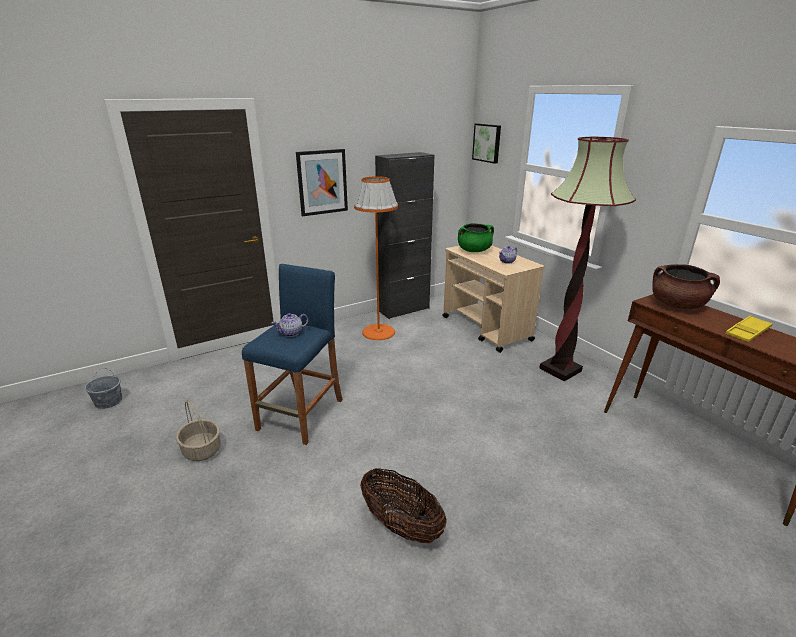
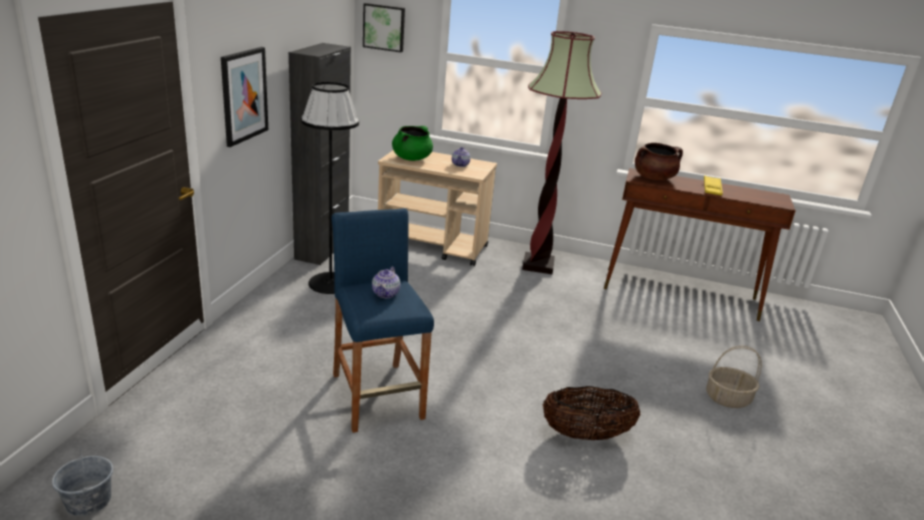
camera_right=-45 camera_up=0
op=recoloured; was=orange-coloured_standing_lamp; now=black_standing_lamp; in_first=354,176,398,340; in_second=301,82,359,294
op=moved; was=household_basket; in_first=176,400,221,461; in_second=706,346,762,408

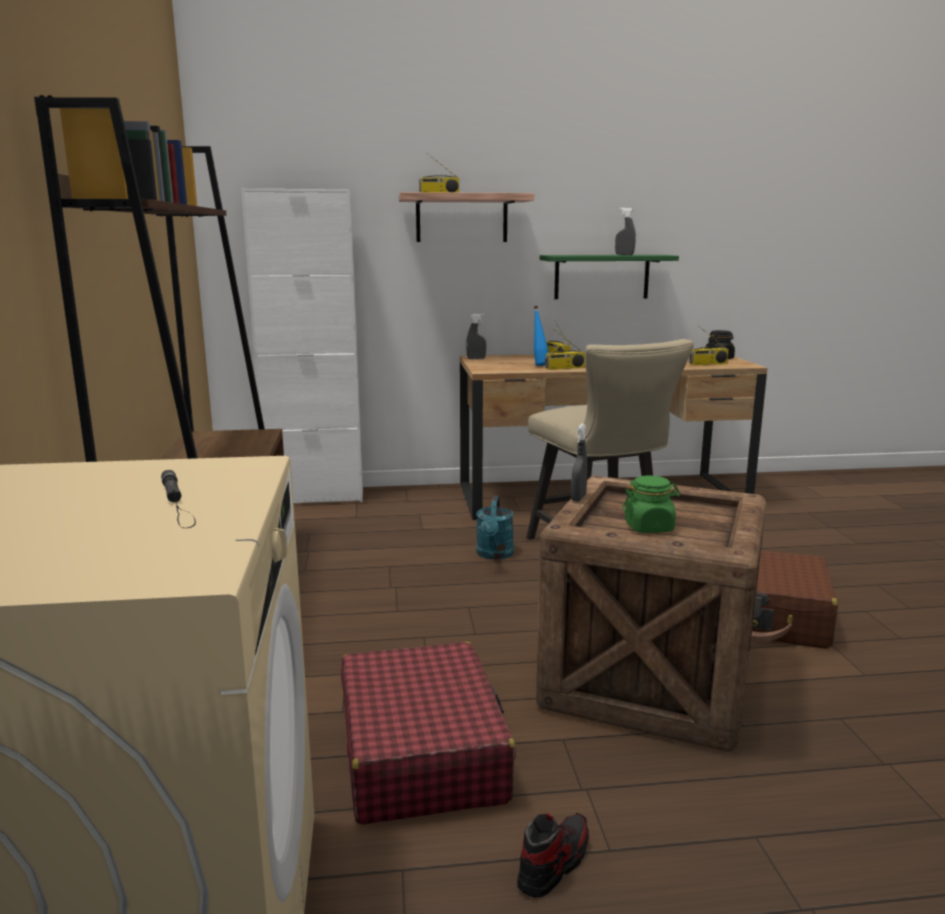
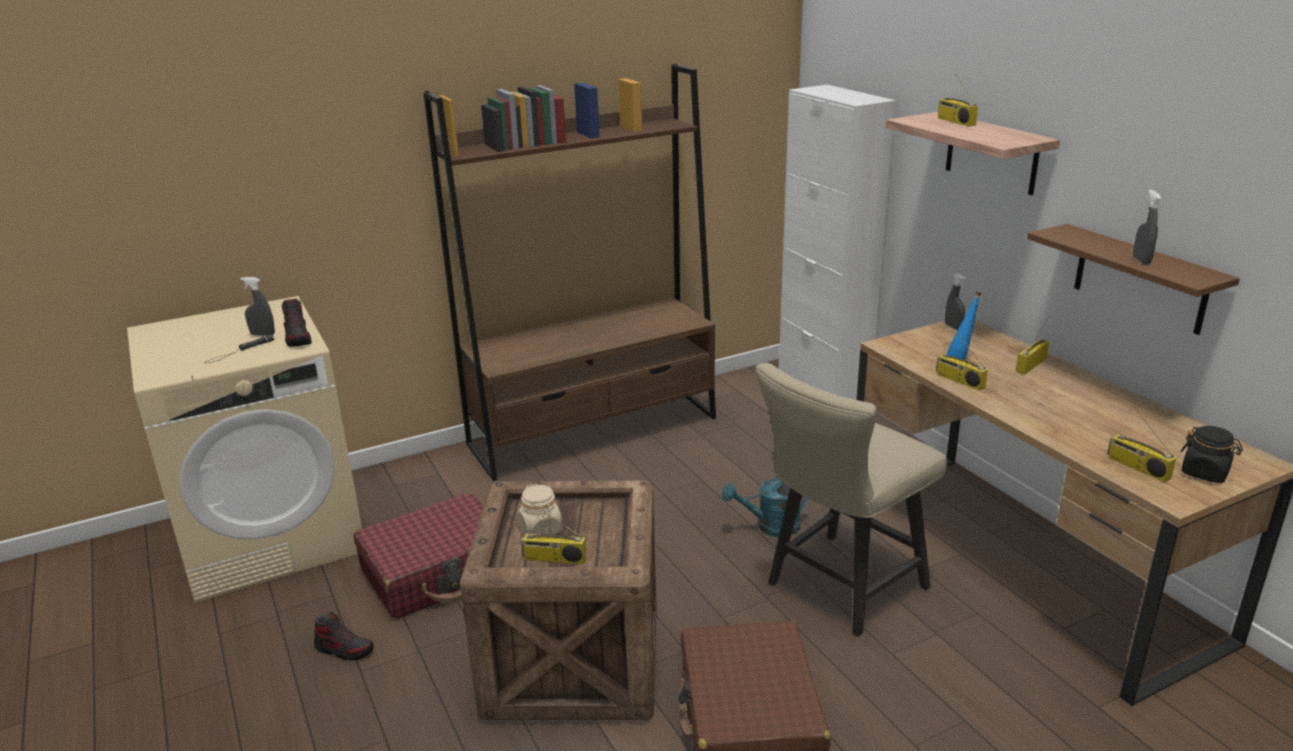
camera_right=70 camera_up=10
op=moved; was=greyish_hand_sprayer; in_first=571,424,588,502; in_second=240,277,275,336
op=added; now=item_of_footwear; in_second=282,299,312,347
op=recoloured; was=greenish_jar; now=beige-coloured_jar; in_first=623,476,681,533; in_second=518,484,563,535
op=added; now=radio_set; in_second=521,504,586,564
op=recoloured; was=greenish_shelf; now=brown_shelf; in_first=540,255,679,299; in_second=1027,224,1240,335

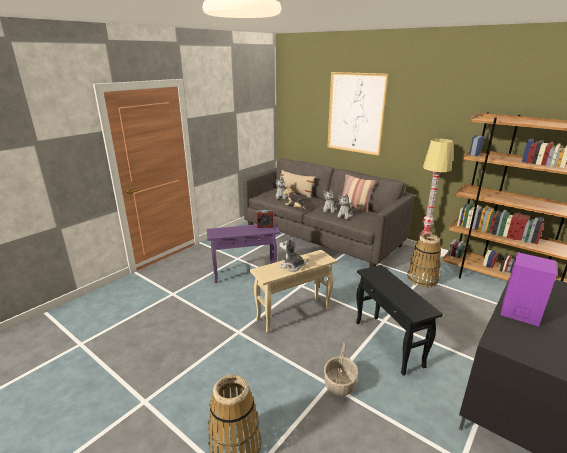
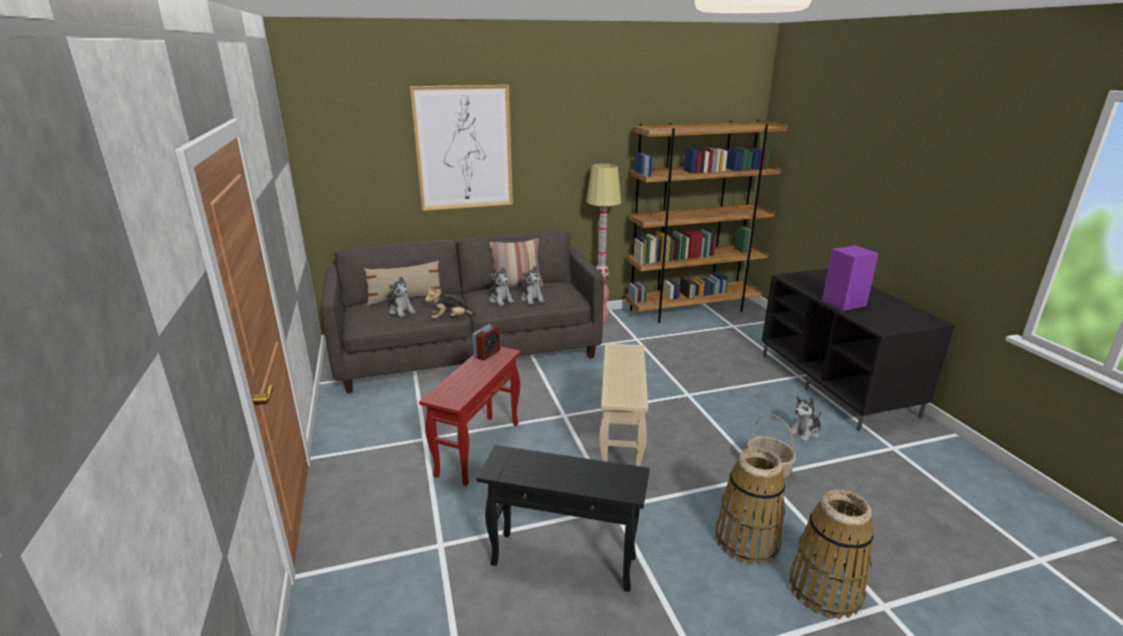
camera_right=-55 camera_up=0
op=recoloured; was=purplish_side_table; now=red-coloured_side_table; in_first=206,223,280,283; in_second=419,347,521,486
op=moved; was=black_side_table; in_first=356,265,443,376; in_second=477,445,650,592
op=moved; was=household_basket; in_first=407,233,441,288; in_second=715,447,785,565
op=moved; was=plush_toy; in_first=280,237,309,271; in_second=788,396,821,441

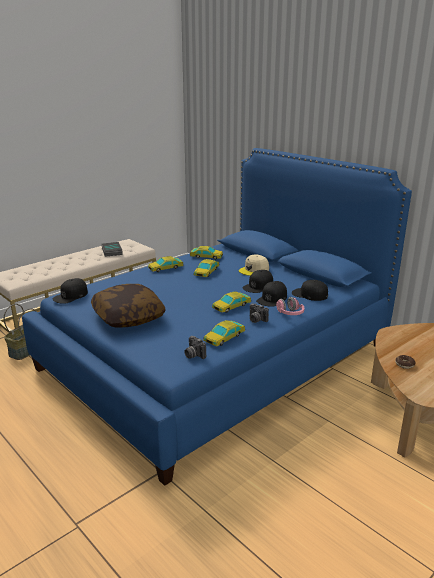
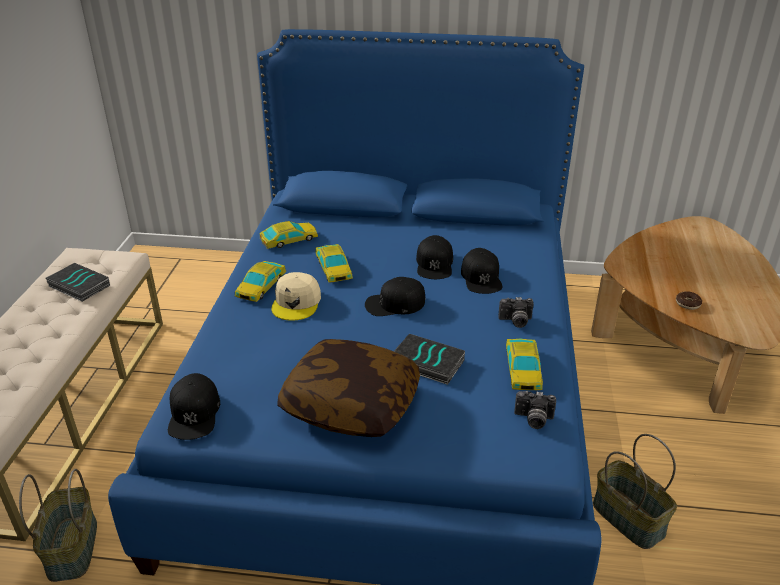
camera_right=-40 camera_up=10
op=moved; was=beige-coloured_cap; in_first=239,255,269,276; in_second=271,272,321,321
op=moved; was=black_cap; in_first=292,280,328,301; in_second=365,277,425,316
op=added; now=bound_book; in_second=394,334,465,385
op=added; now=household_basket; in_second=593,434,677,549
op=removed; was=model_car; in_first=212,291,251,313
op=removed; was=pinkish_headphones; in_first=276,297,304,315

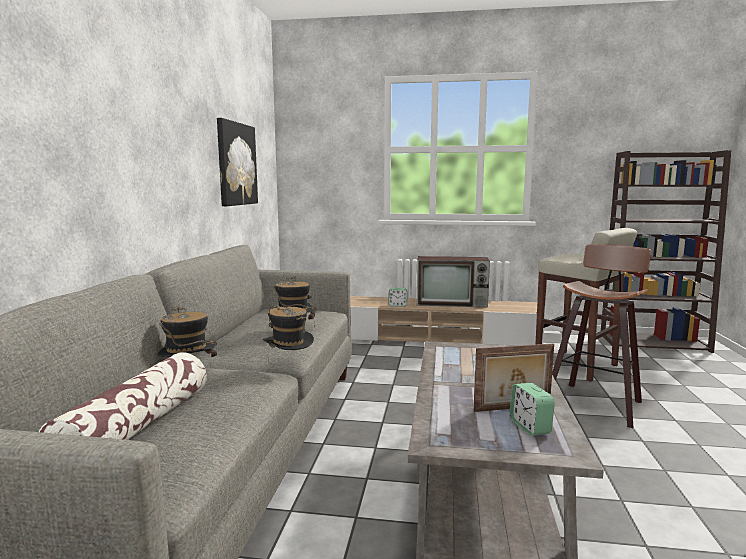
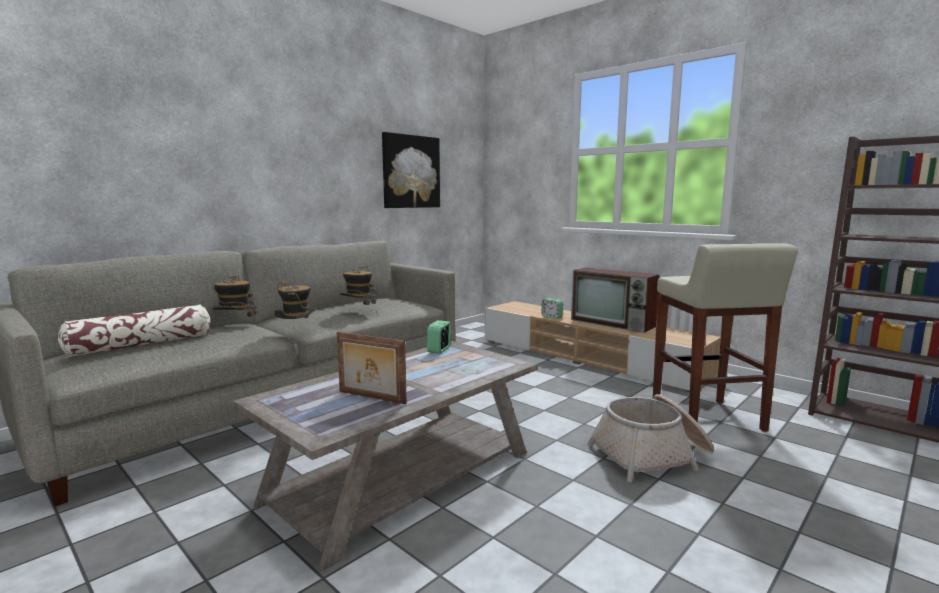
camera_right=35 camera_up=0
op=moved; was=alarm_clock; in_first=510,383,555,436; in_second=427,320,451,354
op=replaced; was=stool; now=household_basket; in_first=552,244,651,428; in_second=587,394,714,482

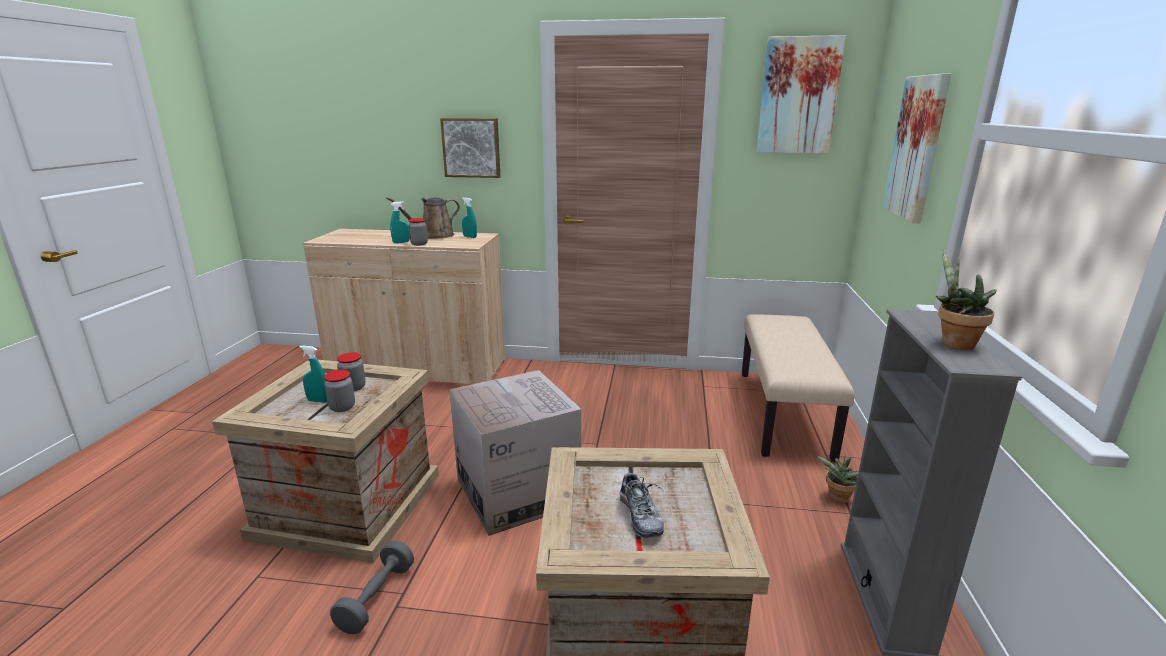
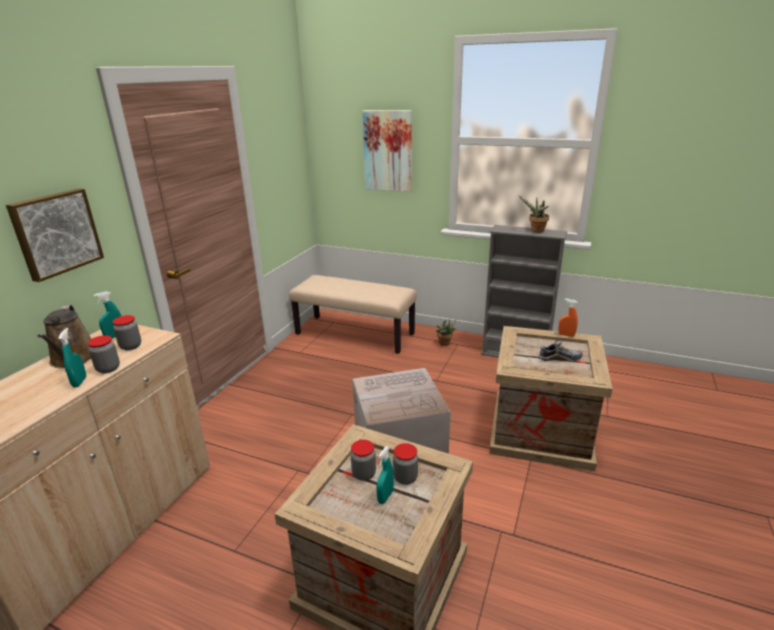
camera_right=-75 camera_up=5
op=added; now=jar; in_second=112,315,141,350
op=added; now=orange-coloured_hand_sprayer; in_second=558,299,578,337
op=removed; was=greyish_hand_weight; in_first=330,541,414,634
op=removed; was=wall_picture; in_first=756,35,846,154

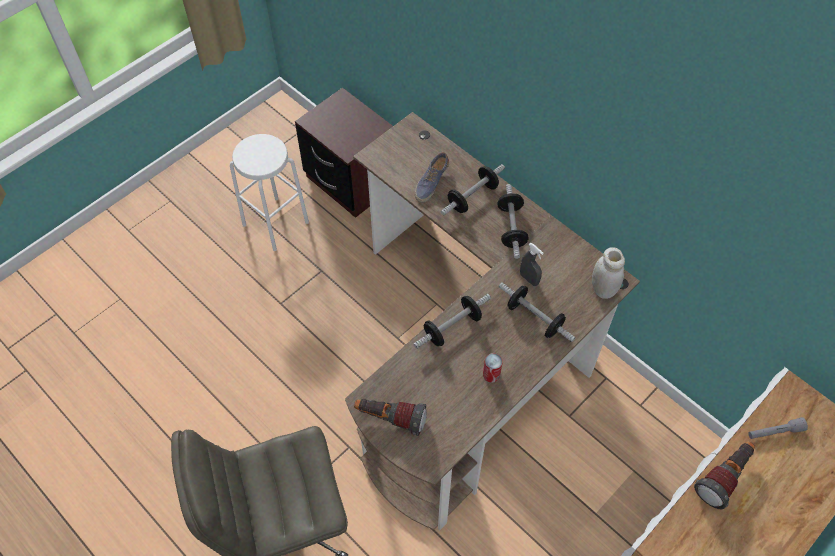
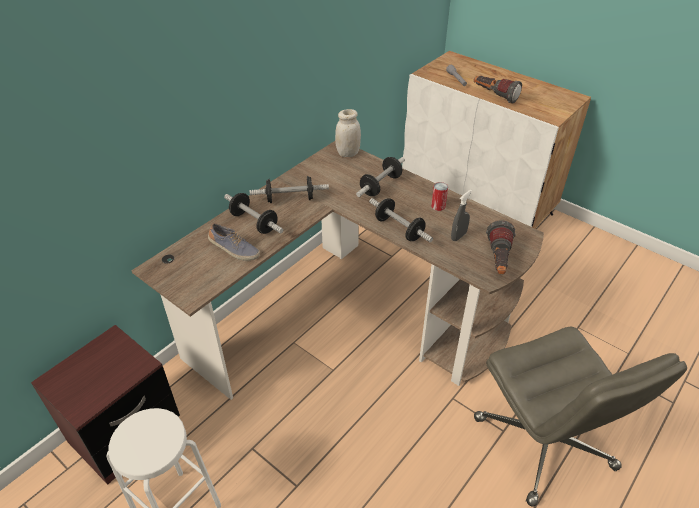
camera_right=-95 camera_up=-15
op=moved; was=greyish_hand_sprayer; in_first=520,243,544,286; in_second=451,190,472,241

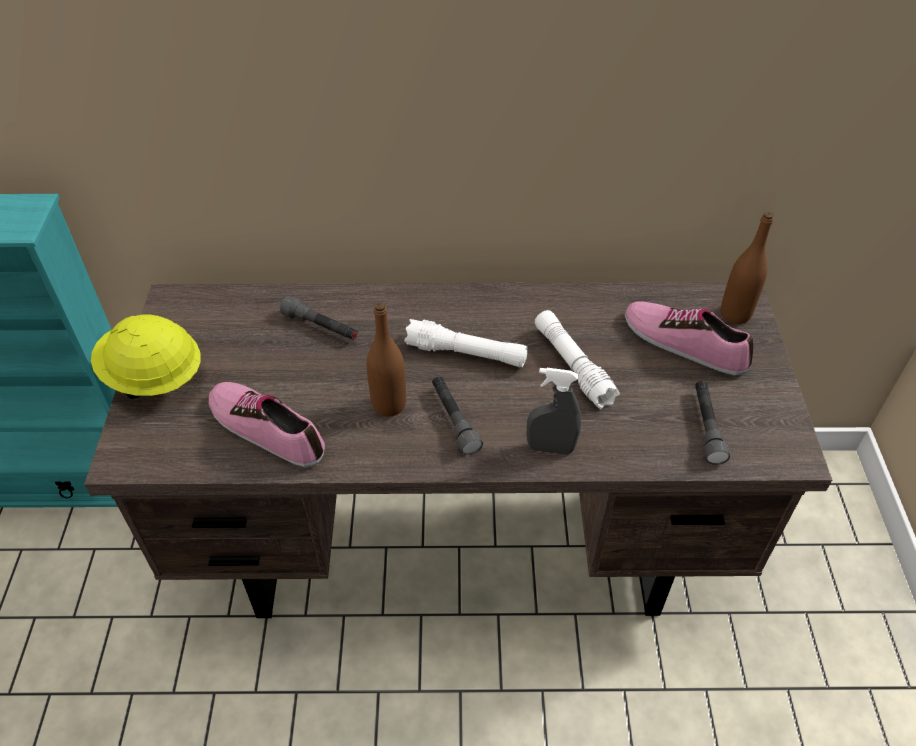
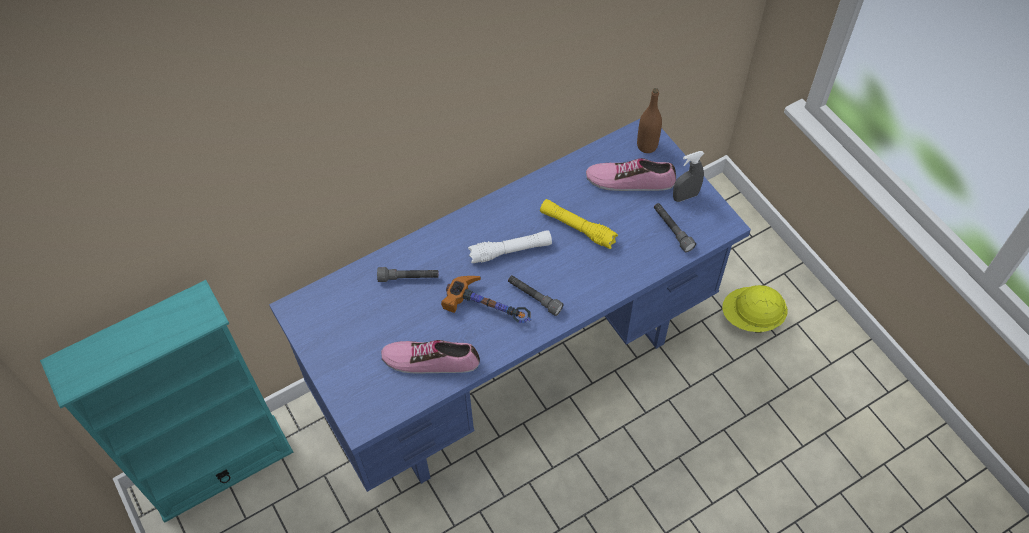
camera_right=-30 camera_up=10
op=recoloured; was=brown_desk_table; now=blue-coloured_desk_table; in_first=84,282,832,618; in_second=269,119,751,492
op=replaced; was=brown_beverage_bottle; now=hand_hammer; in_first=367,302,406,417; in_second=441,276,532,323
op=recoloured; was=white_hand_torch; now=yellow-coloured_hand_torch; in_first=535,310,620,409; in_second=540,199,618,249
op=moved; was=greyish_hand_sprayer; in_first=527,368,581,455; in_second=673,151,704,202
op=moved; was=yellow-coloured_work_helmet; in_first=91,314,200,399; in_second=722,285,788,333

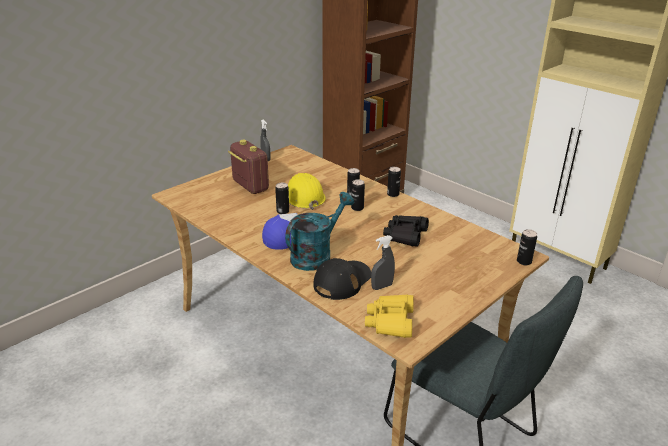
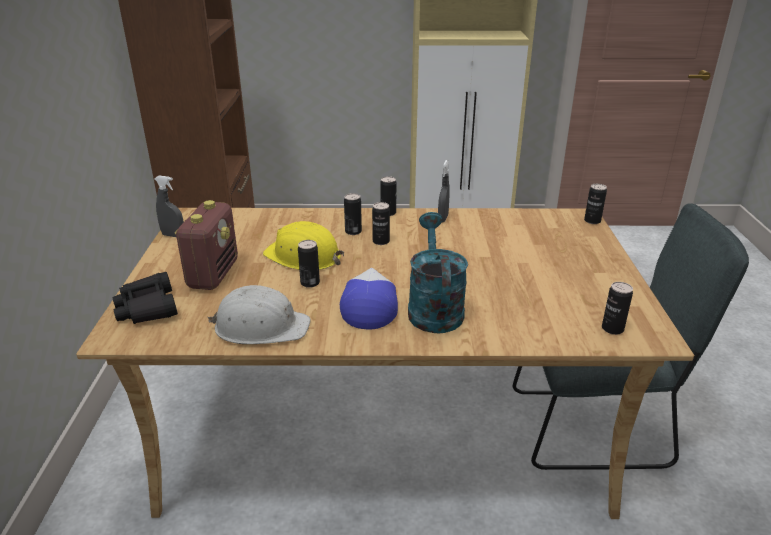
camera_right=-45 camera_up=0
op=moved; was=black_binoculars; in_first=383,215,429,247; in_second=113,272,178,324
op=turned; was=radio_set; in_first=228,140,269,194; in_second=175,200,238,290; clockwise=90
op=added; now=white_work_helmet; in_second=208,285,311,344
op=moved; was=greyish_hand_sprayer; in_first=371,235,395,290; in_second=438,160,450,223
op=replaced; was=yellow-coloured_binoculars; now=can; in_first=365,294,414,338; in_second=602,282,633,335
op=removed; was=black_cap; in_first=314,258,371,300

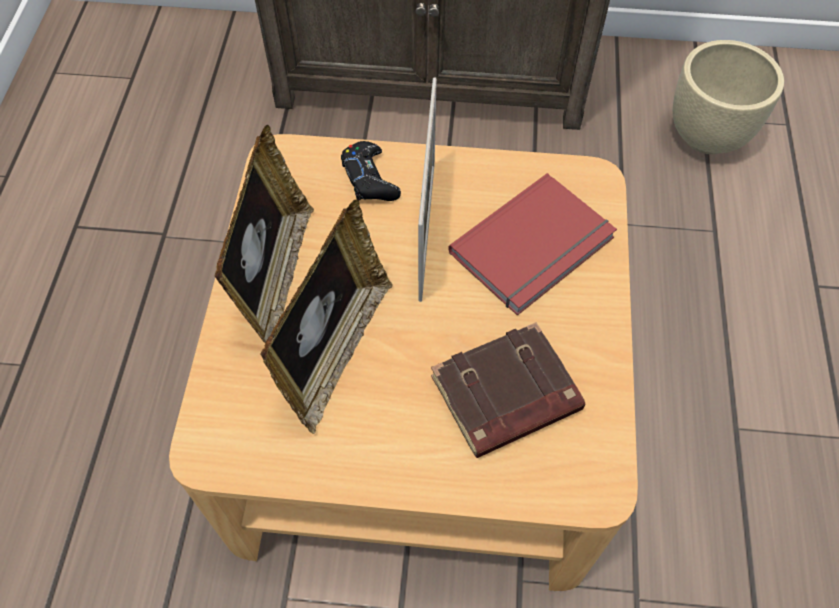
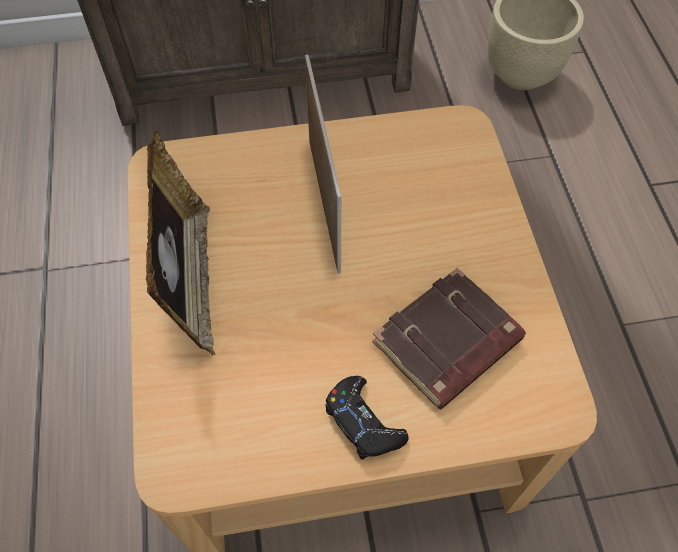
camera_right=-15 camera_up=0
op=moved; was=black_joypad; in_first=341,141,401,201; in_second=326,376,409,460
op=removed; was=picture_frame; in_first=260,200,393,434
op=removed; was=red-coloured_bound_book; in_first=448,173,617,316

